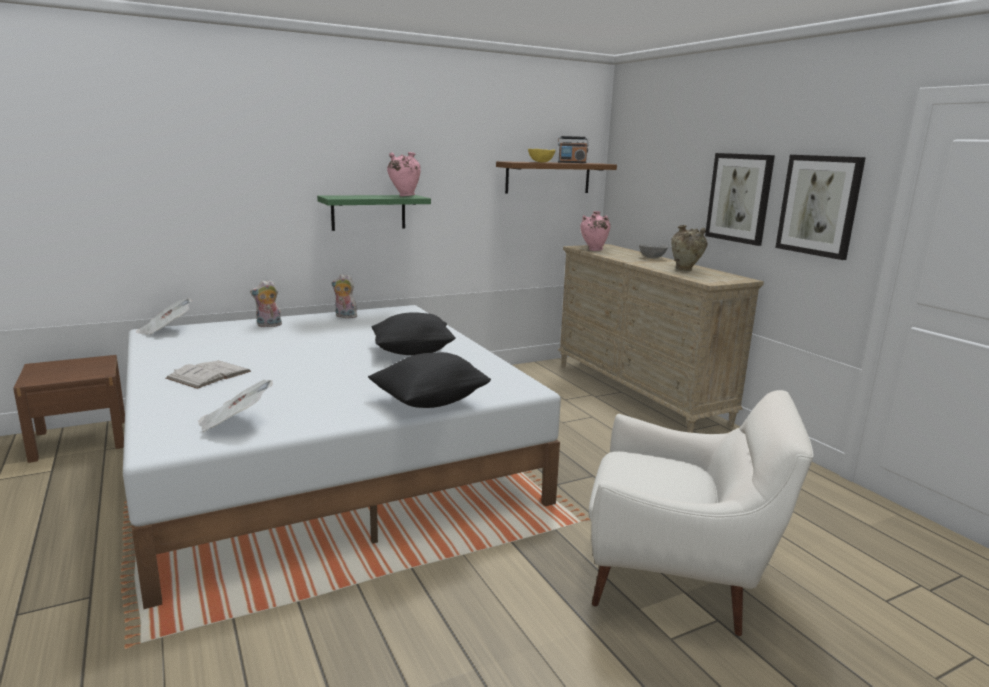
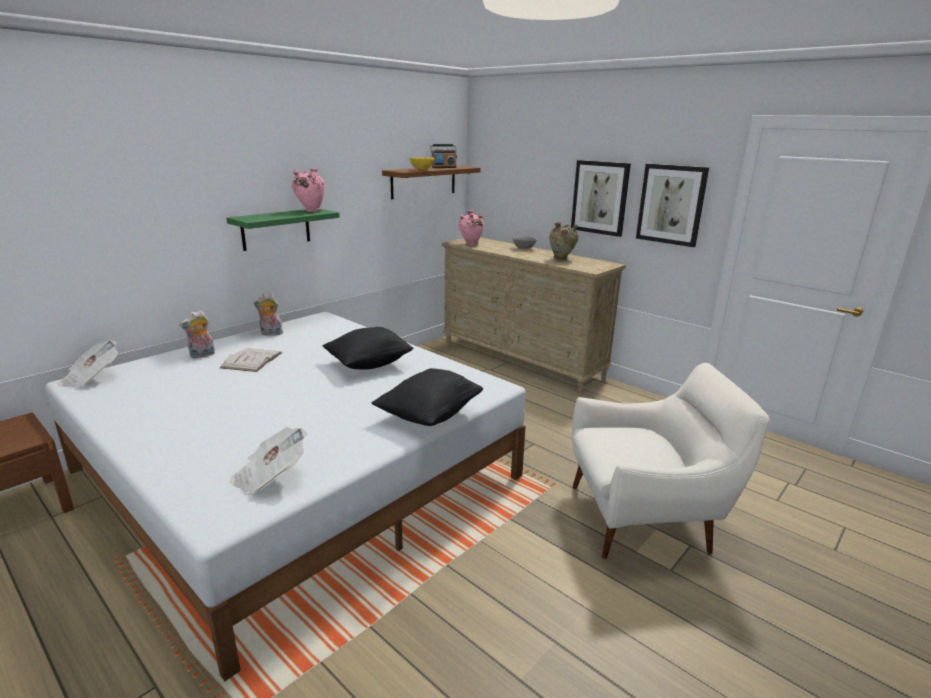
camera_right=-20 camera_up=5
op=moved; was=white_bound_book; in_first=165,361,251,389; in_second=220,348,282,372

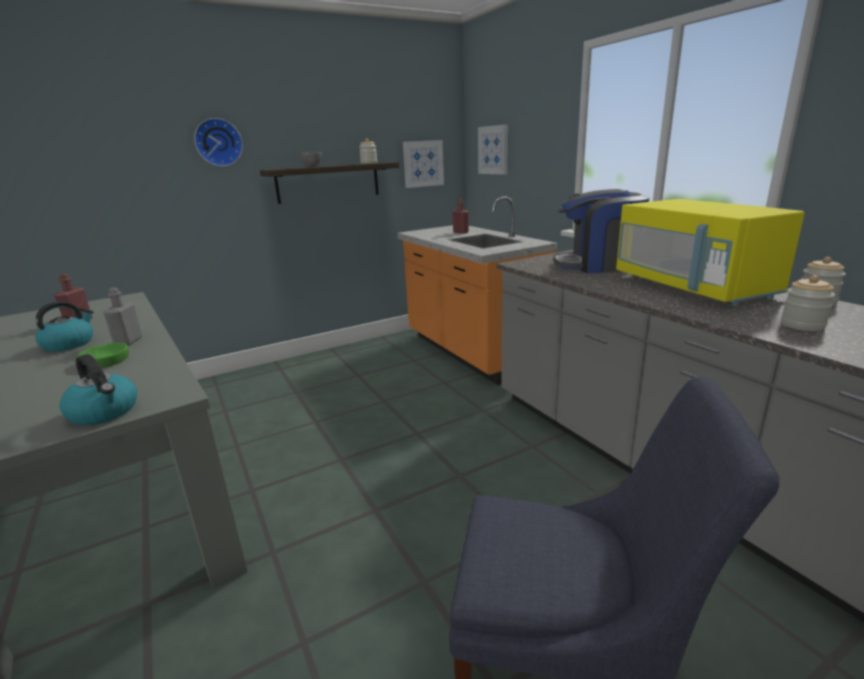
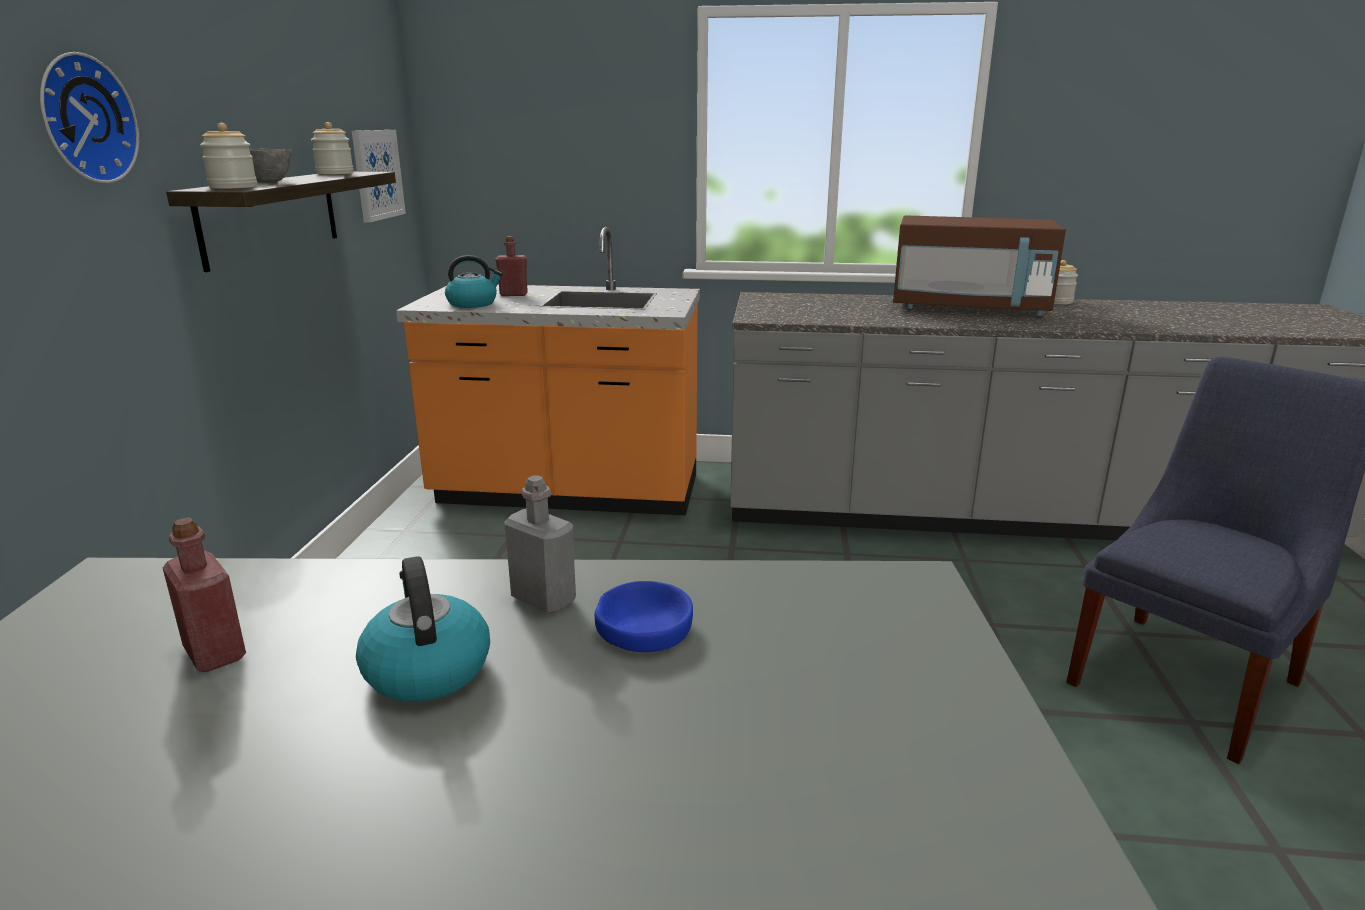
camera_right=-55 camera_up=0
op=moved; was=jar; in_first=781,275,835,331; in_second=200,123,257,189
op=moved; was=water_kettle; in_first=59,354,137,425; in_second=445,255,503,308
op=recoloured; was=greenish_bowl; now=blue-coloured_bowl; in_first=77,342,129,368; in_second=595,581,693,652
op=recoloured; was=yellow-coloured_kitchen_microwave; now=brown_kitchen_microwave; in_first=616,199,805,307; in_second=893,215,1066,316
op=removed; was=wall_picture; in_first=478,124,508,175
op=removed; was=coffee_brewer; in_first=553,189,650,273

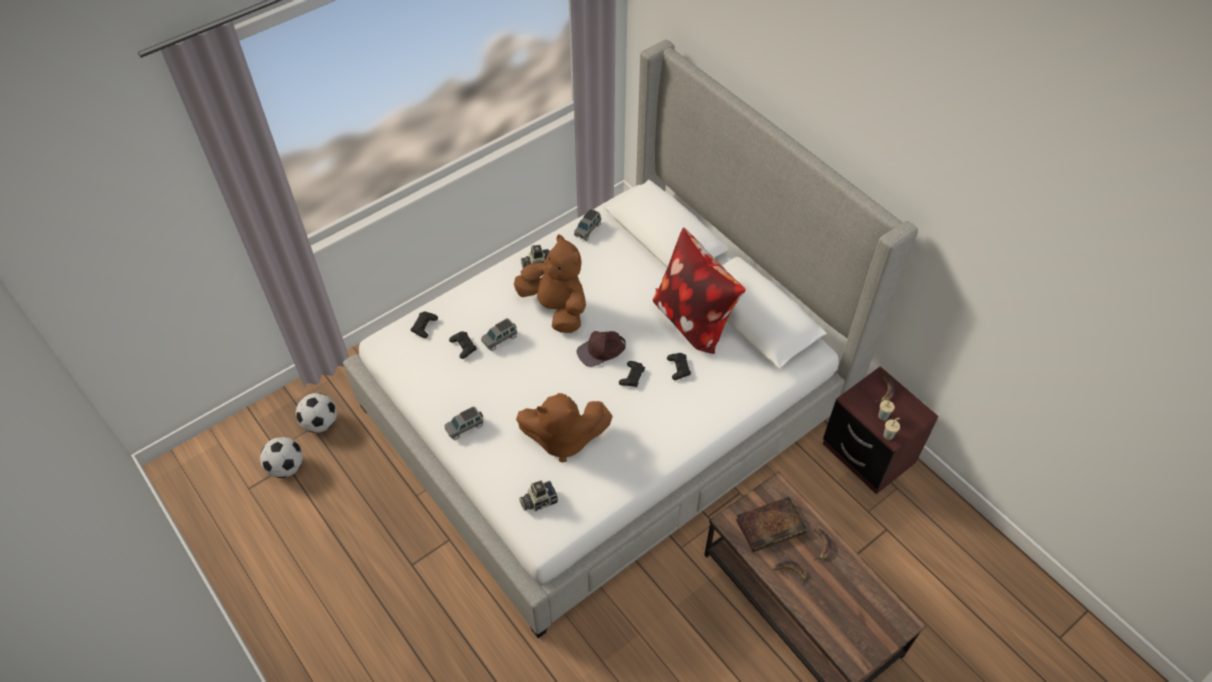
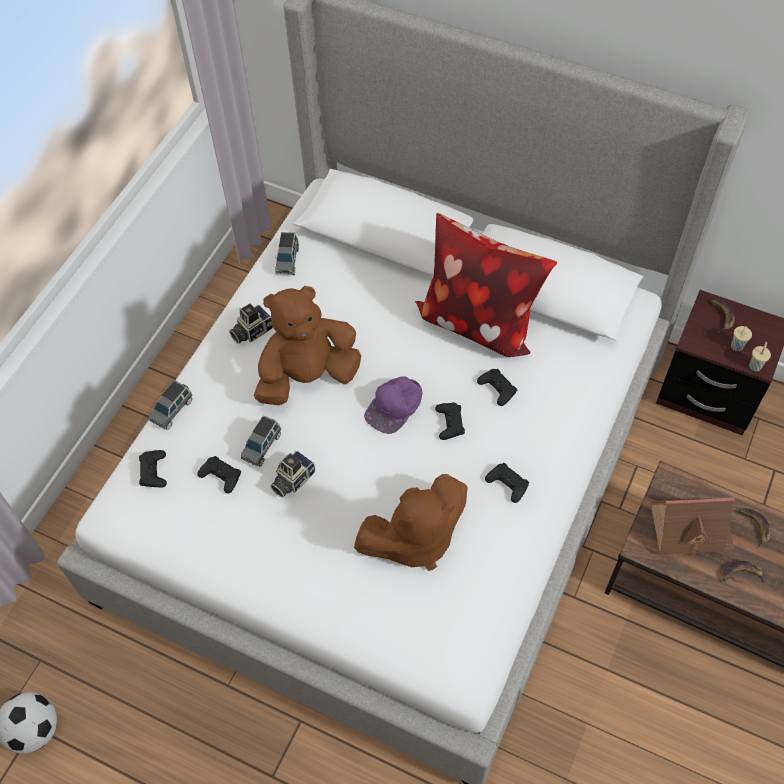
camera_right=-25 camera_up=5
op=moved; was=greyish_model_car; in_first=444,407,484,440; in_second=149,381,193,430
op=turned; was=brown_plush_toy; in_first=514,234,586,333; in_second=254,286,361,405; clockwise=-45
op=moved; was=still_camera; in_first=519,481,558,512; in_second=270,451,315,498
op=recoloured; was=brown_cap; now=purplish_cap; in_first=577,331,626,367; in_second=364,376,423,434
op=added; now=black_joypad; in_second=485,463,529,503
op=replaced; was=bound_book; now=toy_house; in_first=736,497,807,552; in_second=651,497,735,558
op=removed; was=football_ball; in_first=296,393,337,433

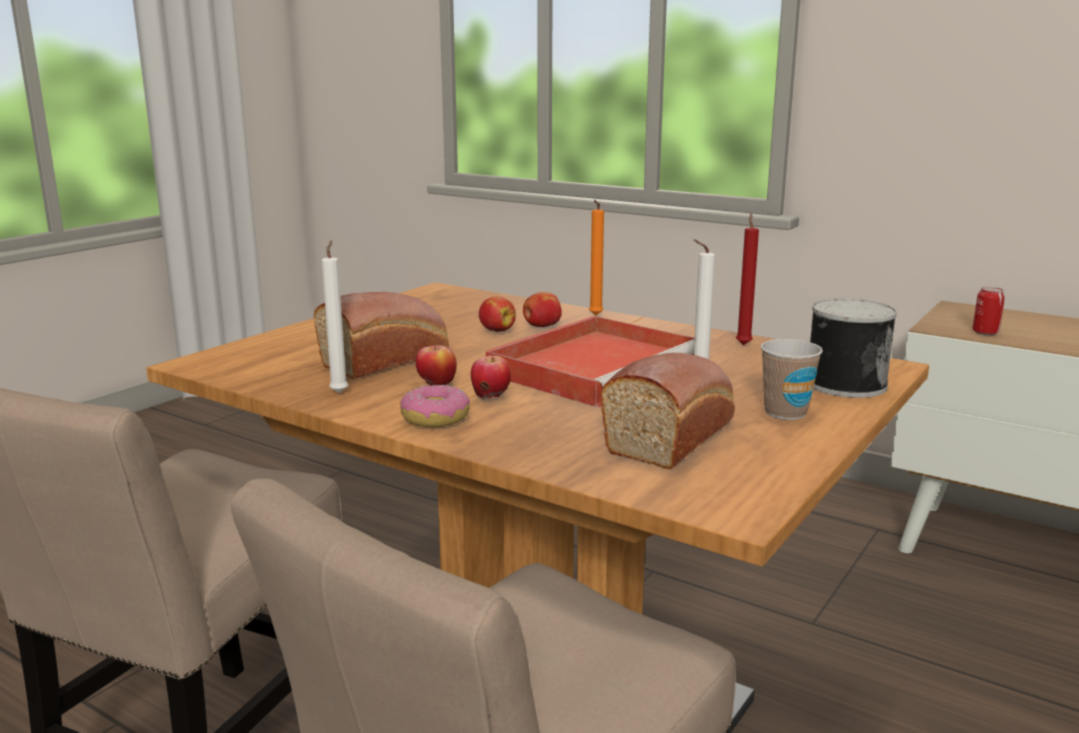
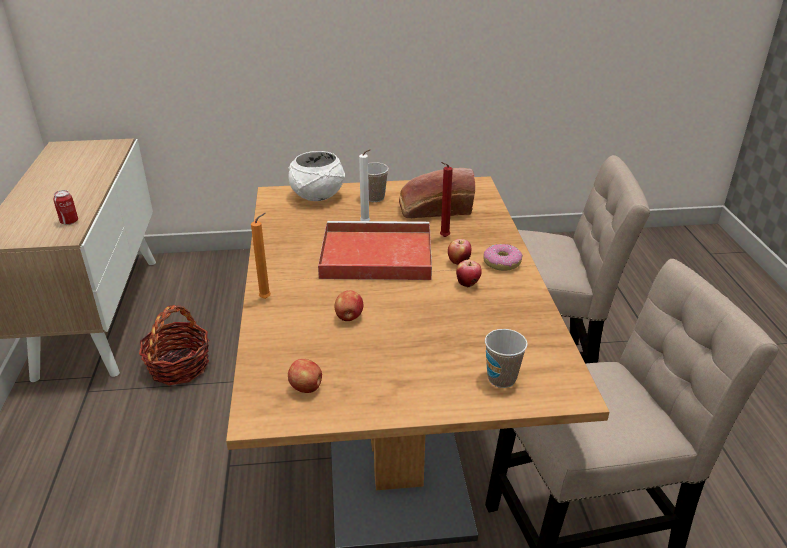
camera_right=-130 camera_up=15
op=added; now=household_basket; in_second=139,305,209,385
op=replaced; was=can; now=white_bowl; in_first=810,298,897,398; in_second=288,151,345,201
op=moved; was=apple_fruit; in_first=523,292,562,327; in_second=288,359,322,393
op=moved; was=red-coloured_candle; in_first=736,213,759,345; in_second=440,162,453,237
op=added; now=cup; in_second=485,329,528,388
op=removed; was=baked_bread; in_first=314,292,449,379
op=removed; was=white_candle; in_first=322,240,348,393

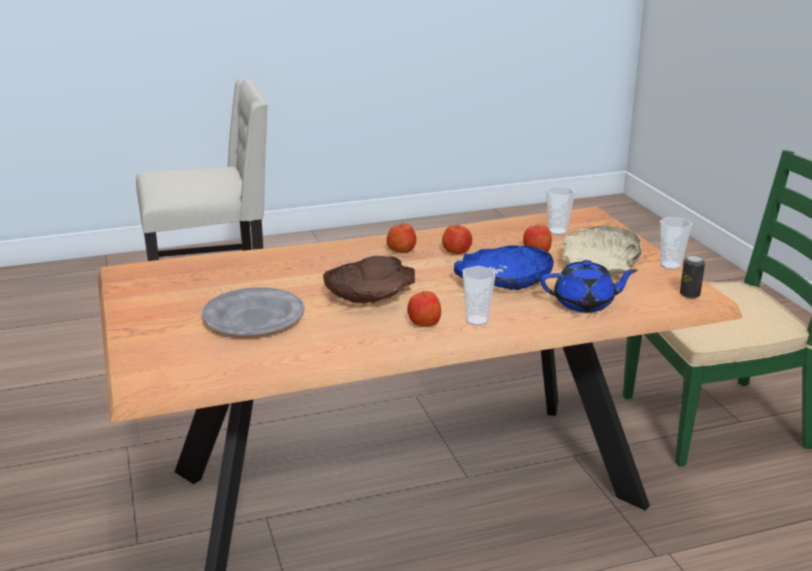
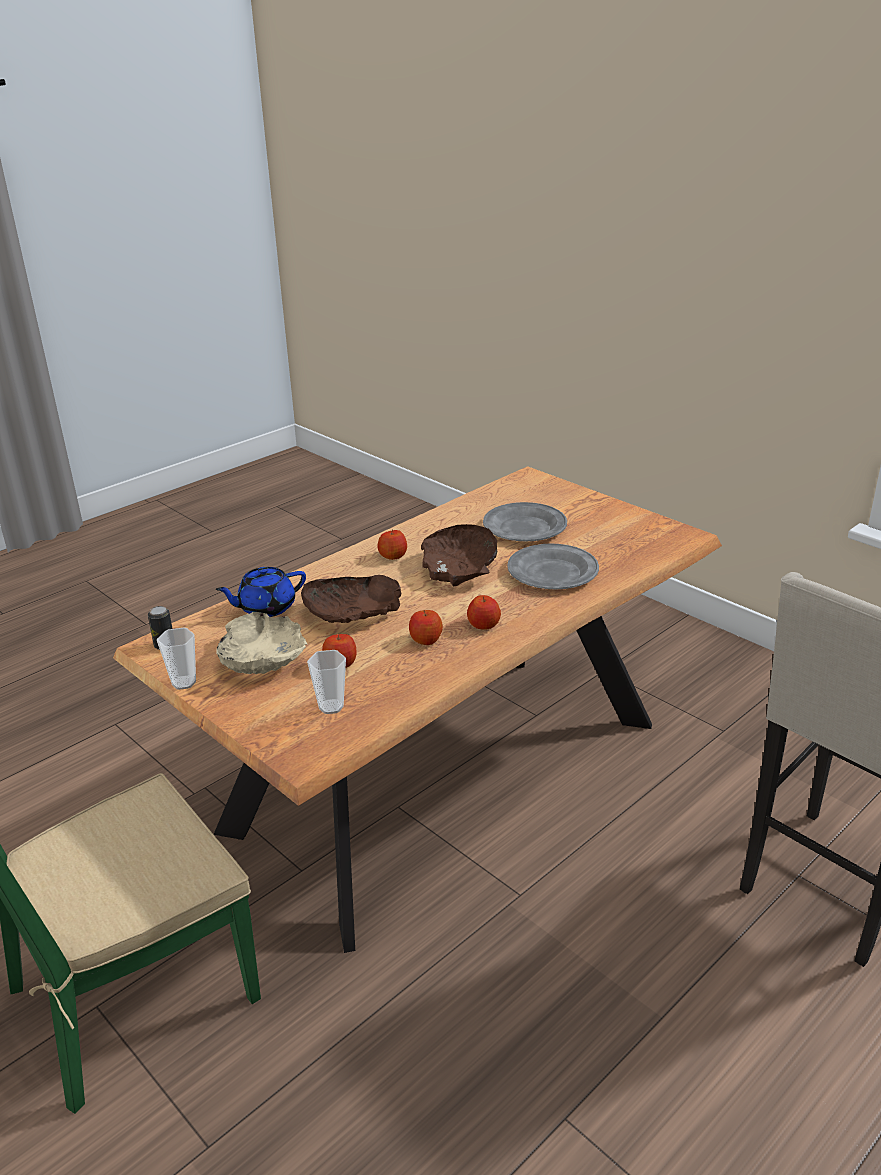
camera_right=155 camera_up=5
op=recoloured; was=blue-coloured_bowl; now=brown_bowl; in_first=454,245,554,290; in_second=301,575,401,623
op=added; now=greyish_plate; in_second=507,544,599,589
op=removed; was=cup; in_first=463,266,495,326

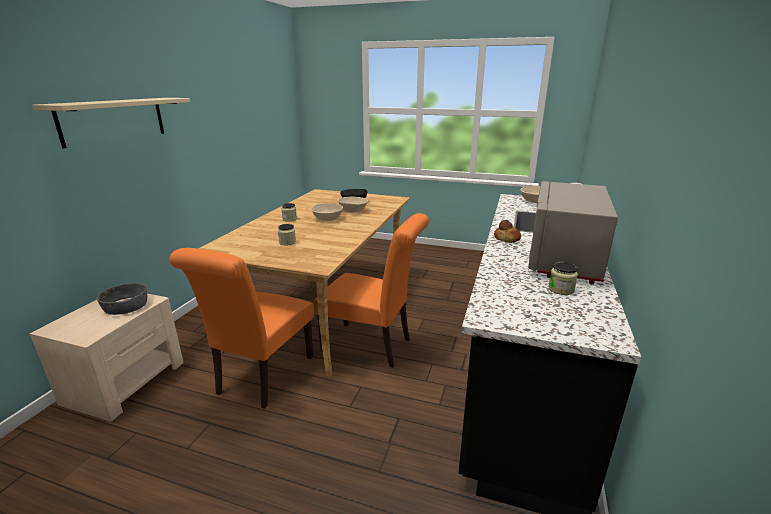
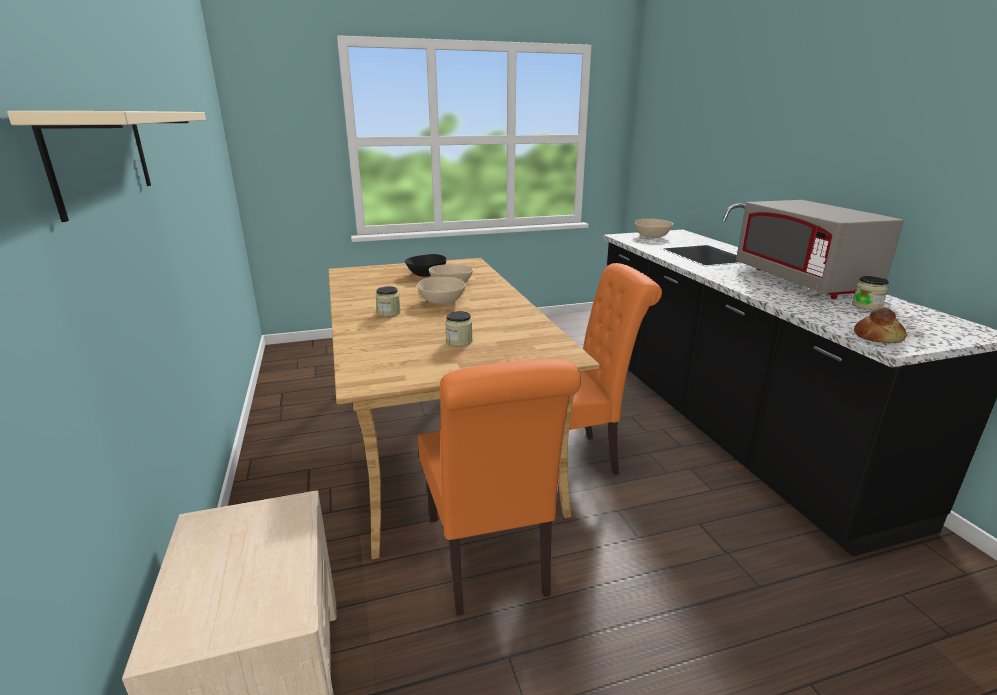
camera_right=-35 camera_up=0
op=moved; was=baked_bread; in_first=494,220,521,243; in_second=854,307,907,343
op=removed; was=greyish_bowl; in_first=97,283,147,315

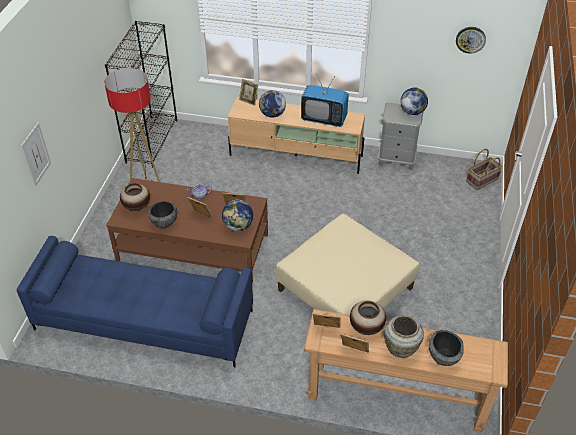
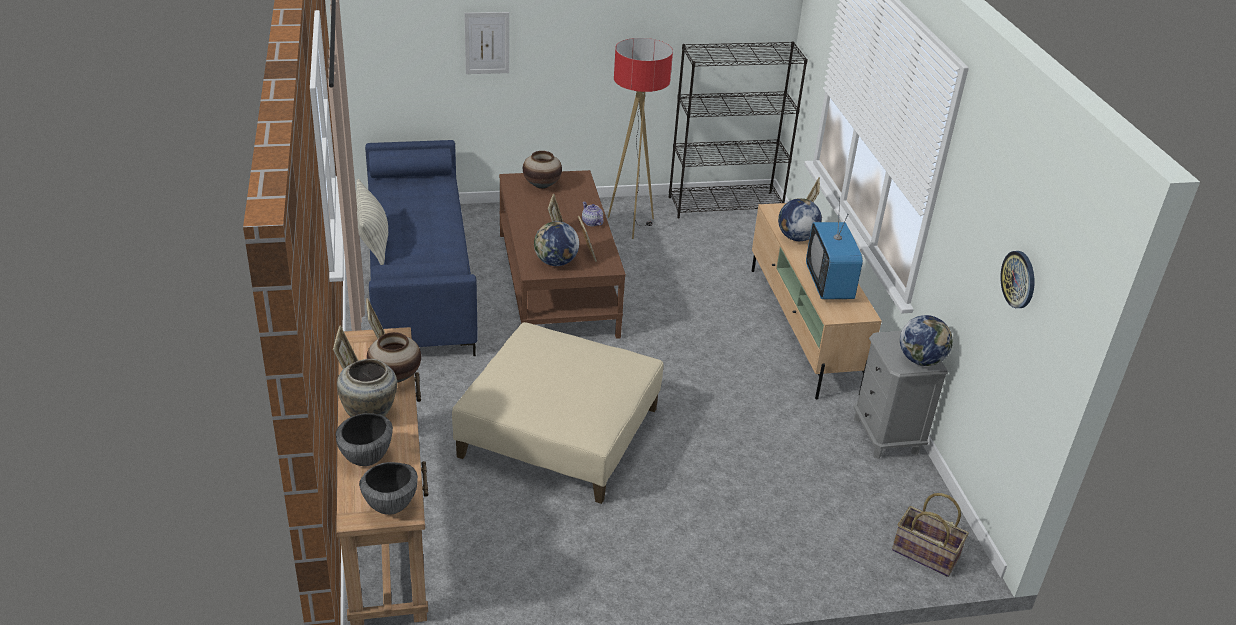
camera_right=65 camera_up=-10
op=added; now=cushion; in_second=356,179,388,265
op=moved; was=bowl; in_first=148,201,177,228; in_second=359,462,418,515

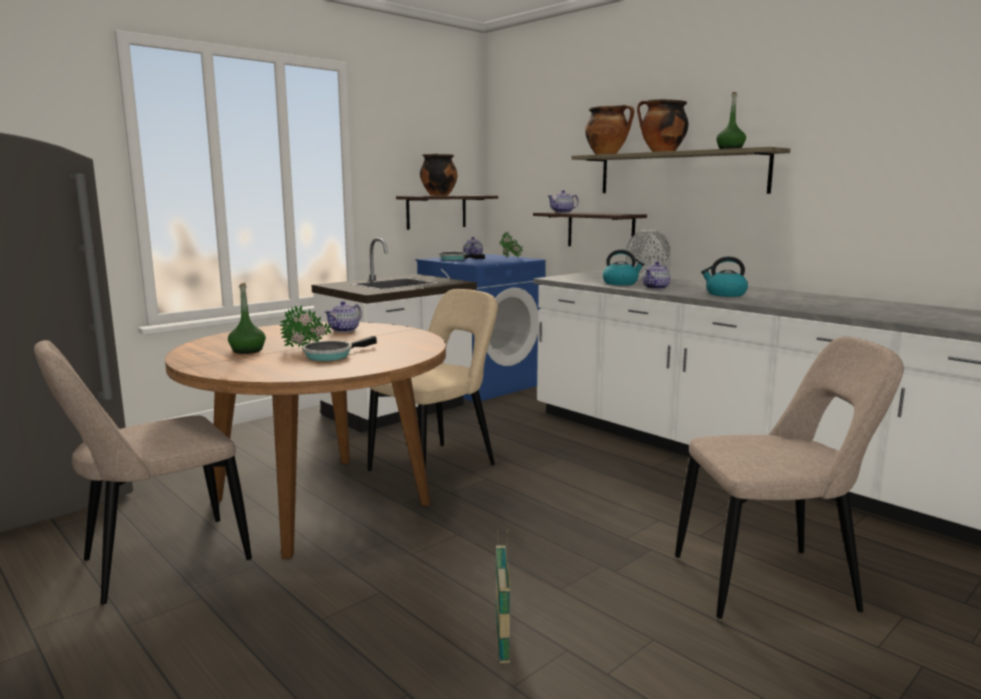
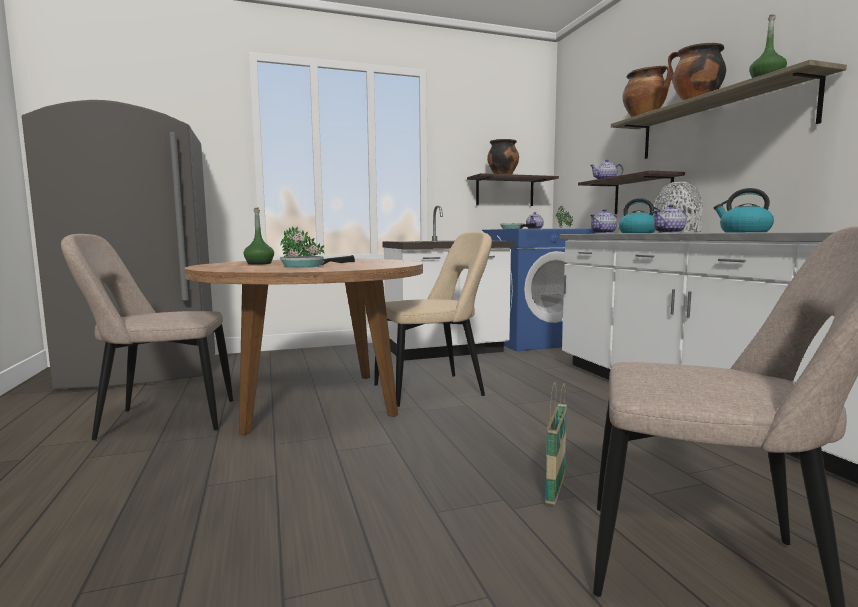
camera_right=25 camera_up=-5
op=moved; was=household_basket; in_first=496,529,510,664; in_second=545,382,567,505
op=moved; was=pot_for_tea; in_first=325,301,362,333; in_second=591,209,618,234

